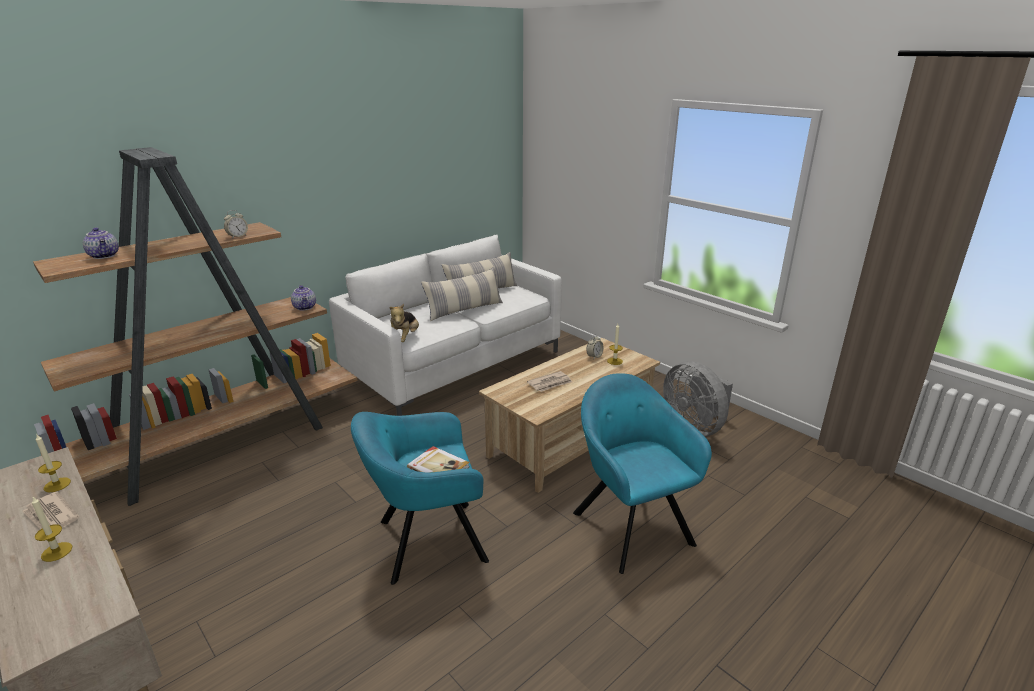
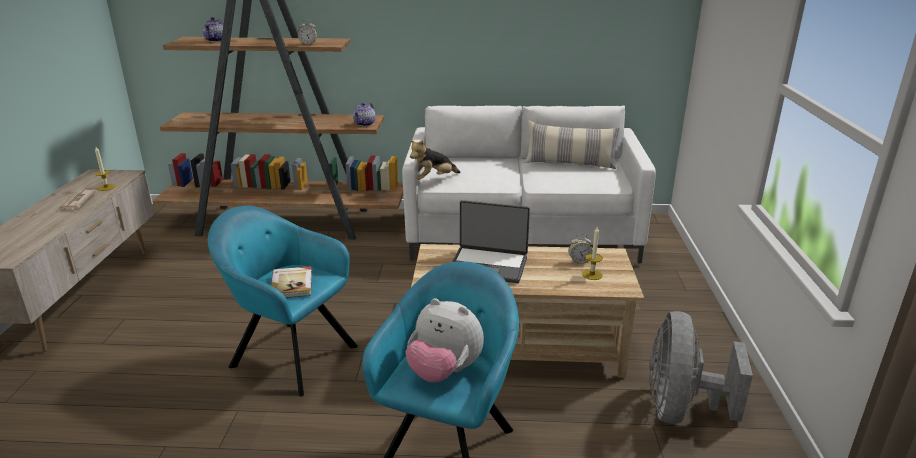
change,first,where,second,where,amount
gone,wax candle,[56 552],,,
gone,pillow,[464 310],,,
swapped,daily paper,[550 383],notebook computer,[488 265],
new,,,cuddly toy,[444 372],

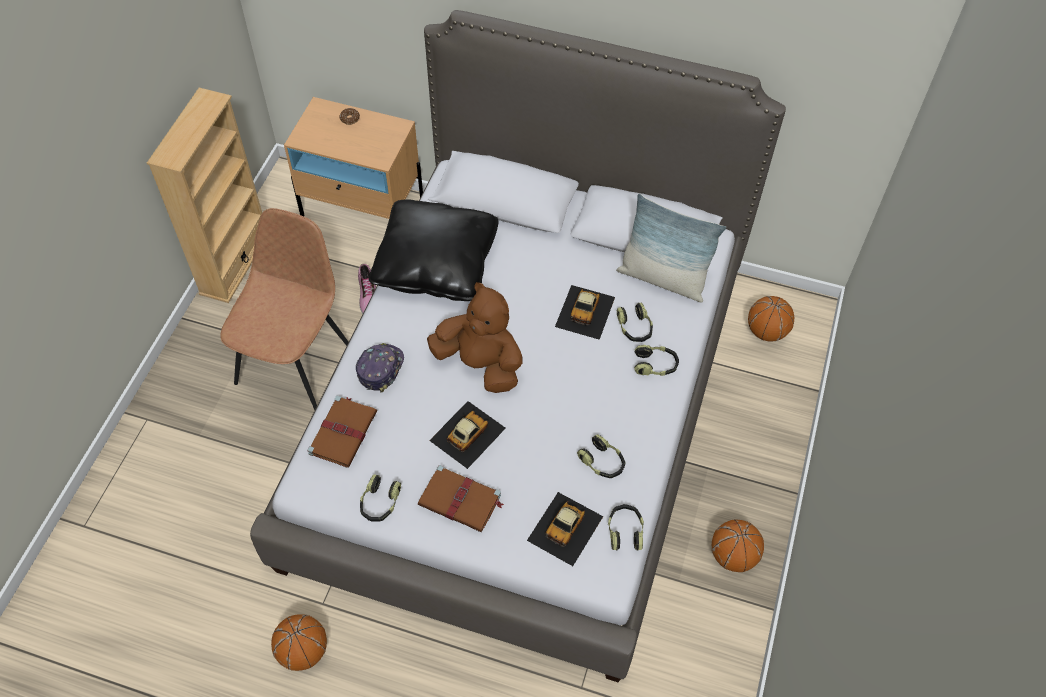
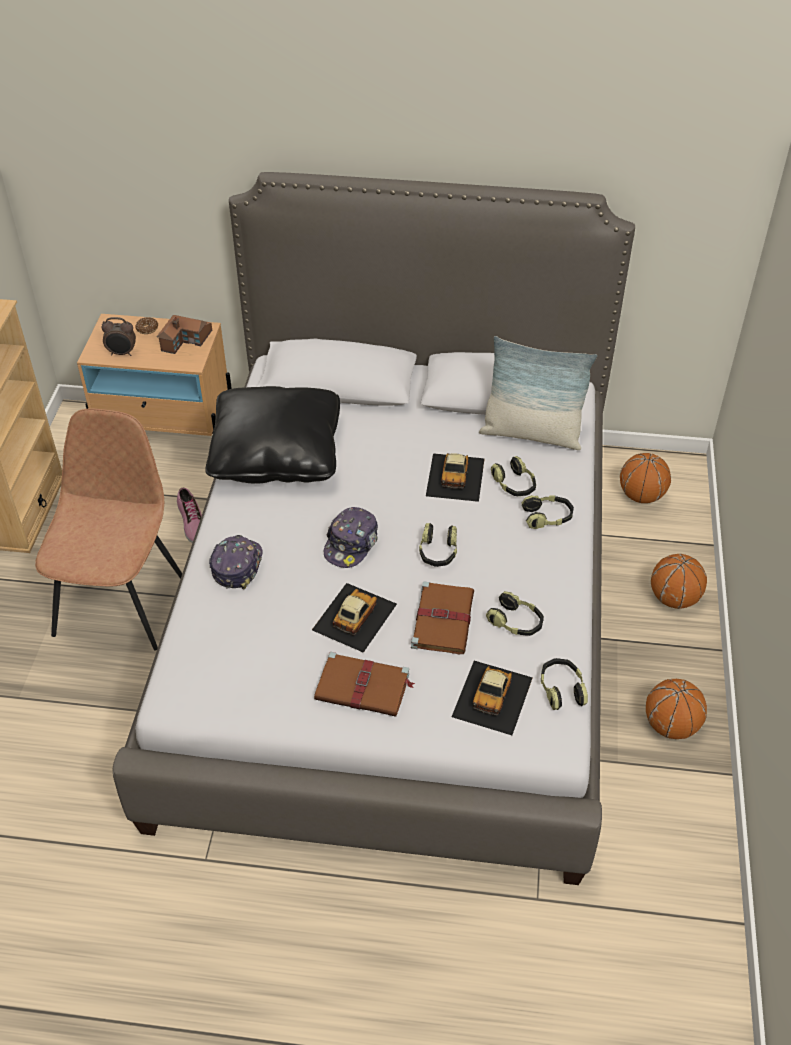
change,first,where,second,where,amount
shifted,ball for basketball,[303 651],,[674 598],
shifted,brownish volume,[343 432],,[443 619],
shifted,pair of headphones,[380 503],,[438 552],
swapped,brownish cuddly toy,[480 364],peaked cap,[351 544],
new,,,bedside clock,[122 353],
new,,,miniature house,[186 340],

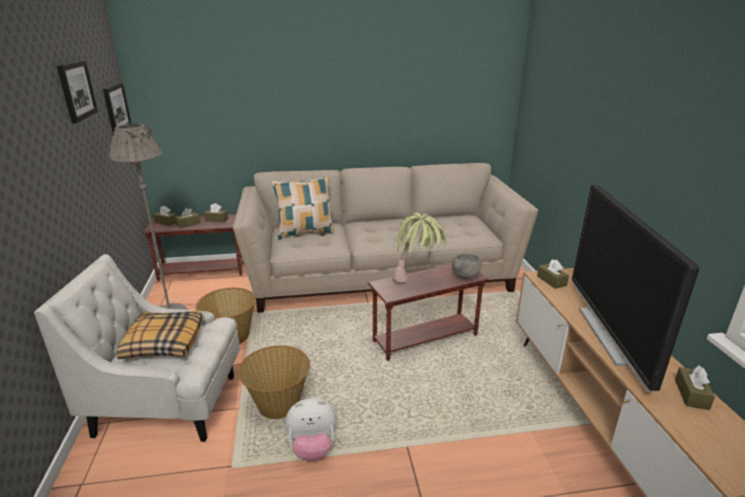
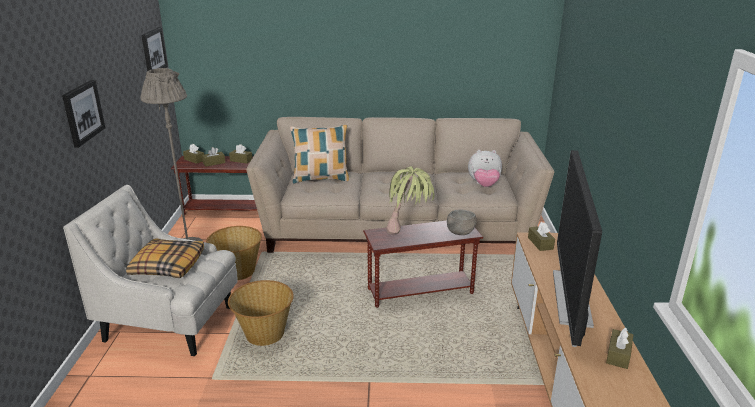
change,first,where,second,where,amount
shifted,picture,[76 90],,[83 112],
shifted,cuddly toy,[312 448],,[484 185],

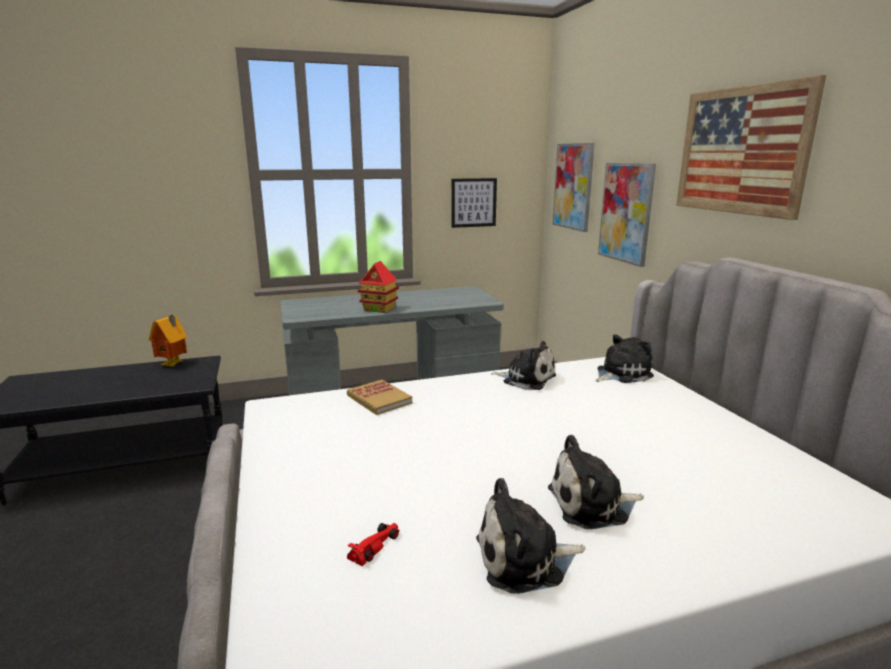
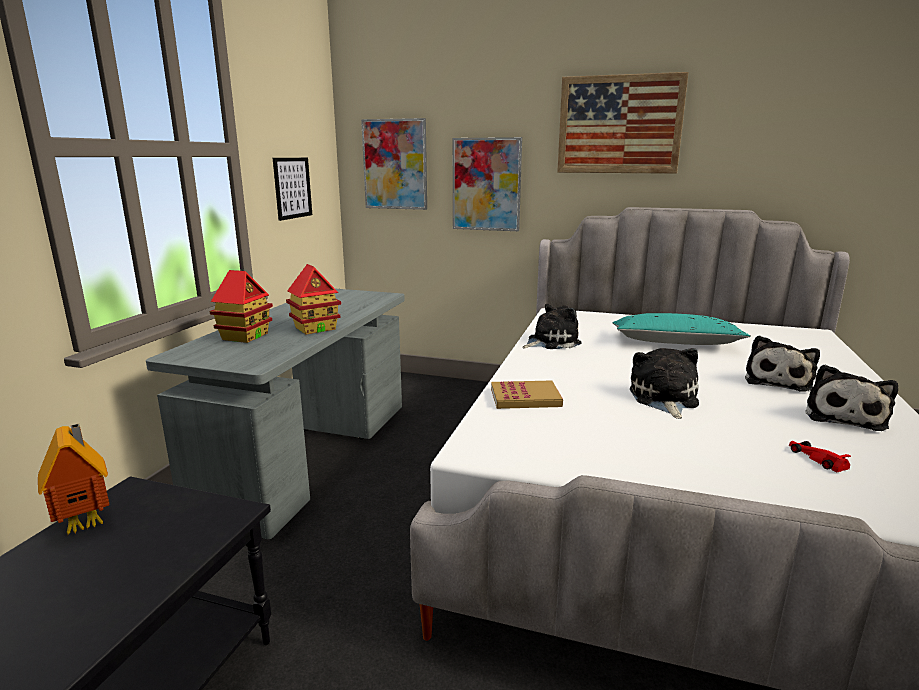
change,first,where,second,where,amount
shifted,cuddly toy,[621 374],,[663 399],
new,,,miniature house,[245 336],
new,,,turquoise-coloured pillow,[675 343],

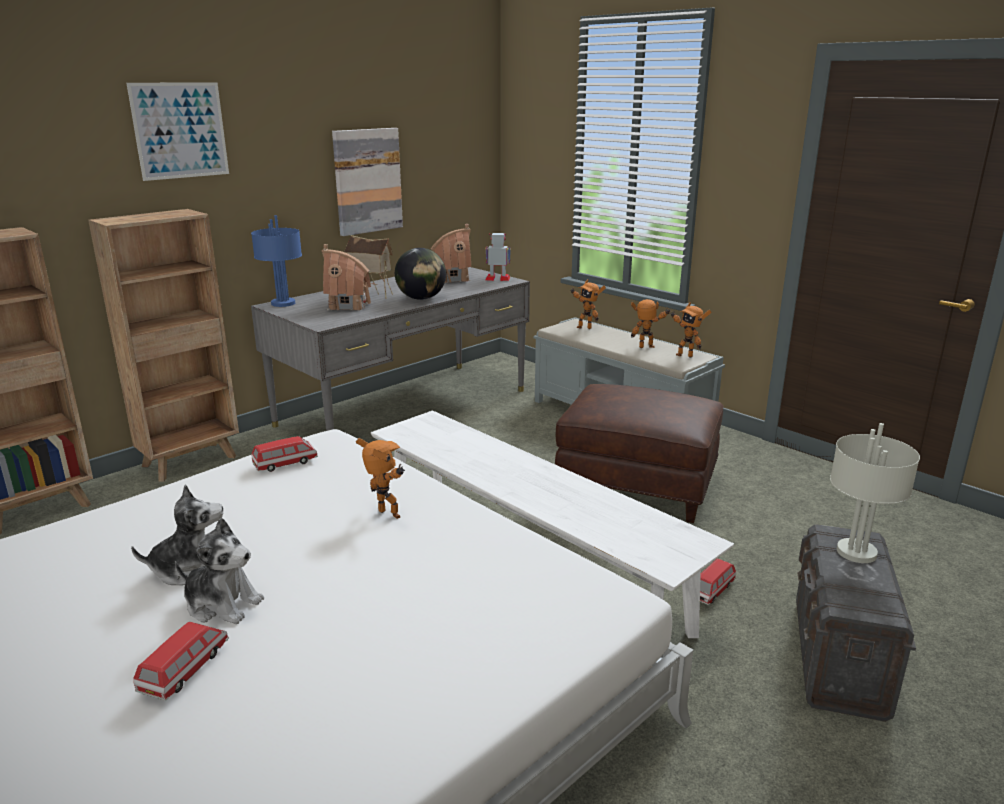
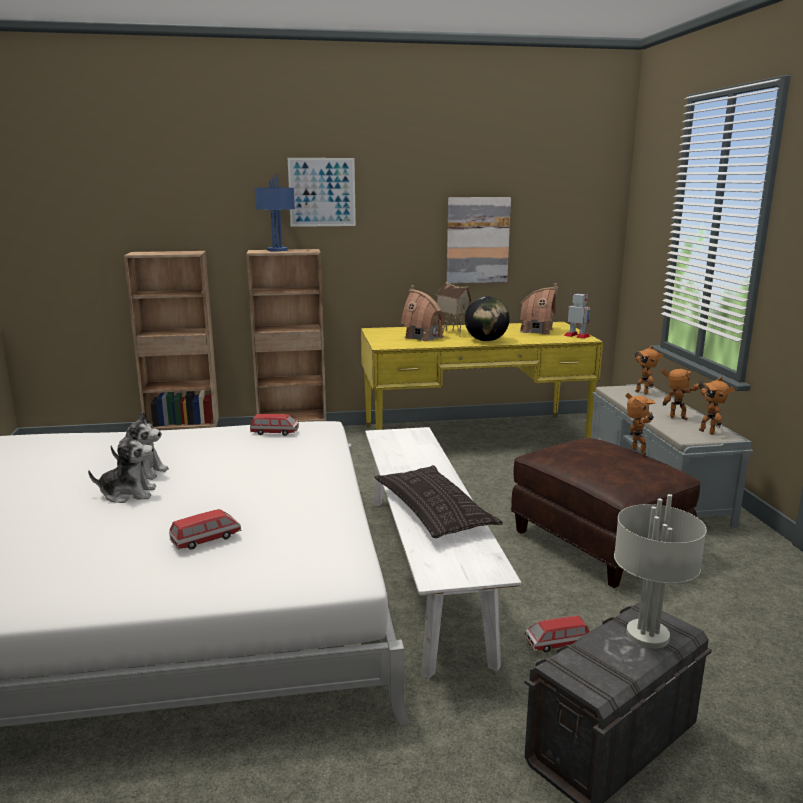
change,first,where,second,where,amount
shifted,miniature car,[185 670],,[206 539],
rotated,cuddly toy,[222 604],,[128 494],60 degrees counterclockwise
shifted,bluish table lamp,[283 303],,[277 250],
repainted,gray desk table,[404 407],yellowish desk table,[473 435],
shifted,robot figure,[386 516],,[636 452],
new,,,pillow,[433 510],

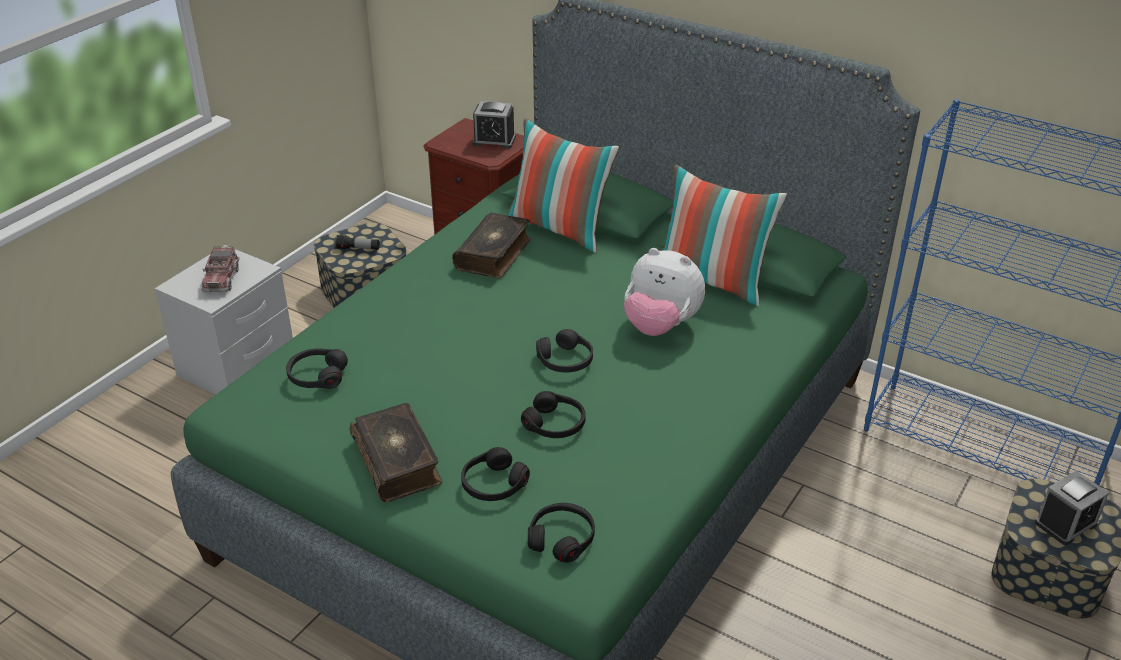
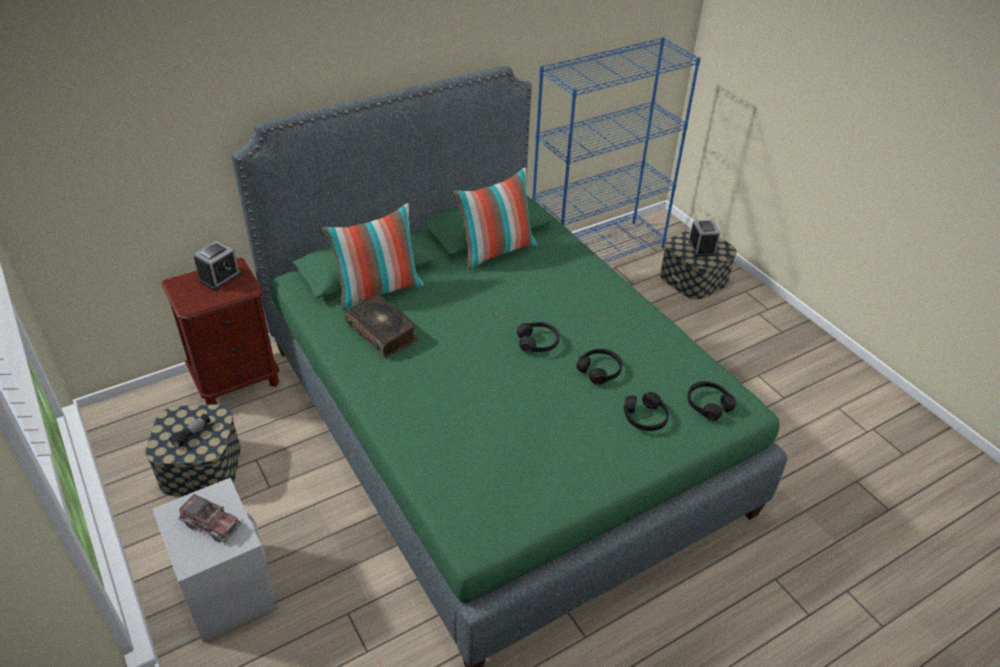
change,first,where,second,where,amount
gone,black pair of headphones,[317 376],,,
gone,volume,[398 462],,,
gone,cuddly toy,[660 326],,,

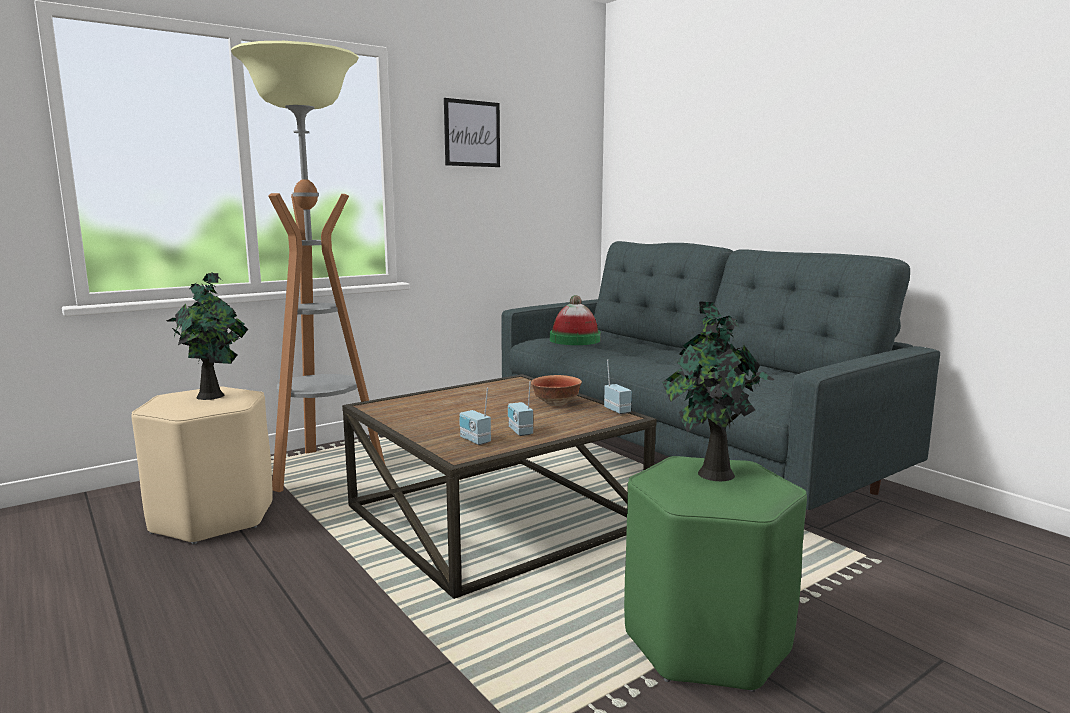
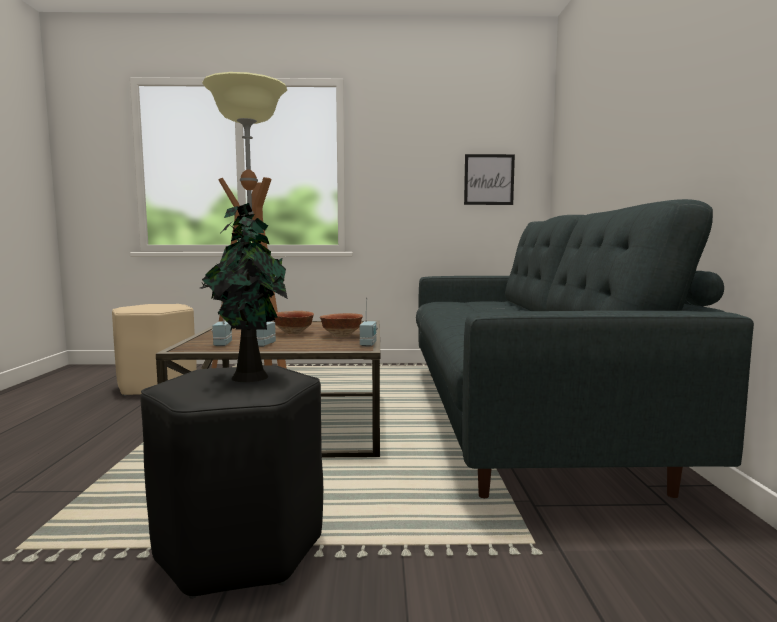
change,first,where,second,where,amount
gone,houseplant,[213 396],,,
shifted,picture,[472 133],,[489 179],
gone,hat,[575 340],,,
repainted,greenish stool seat,[707 642],black stool seat,[240 548],
new,,,deep dish,[294 333],

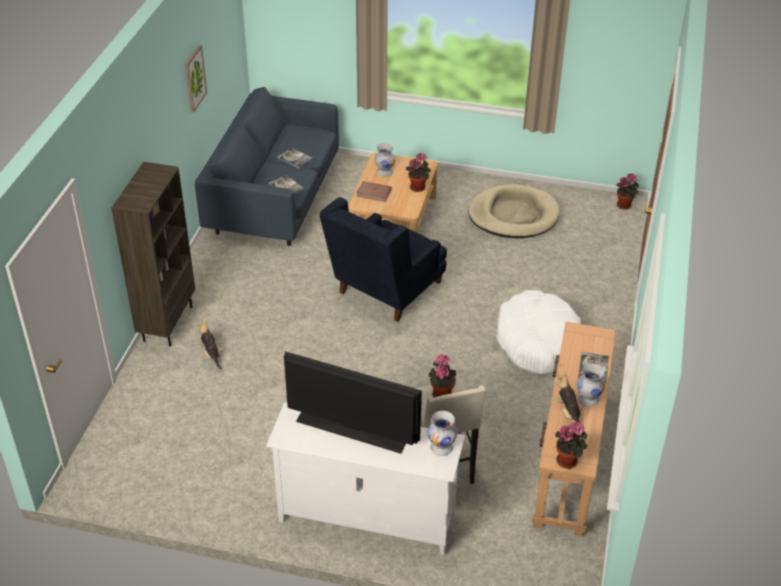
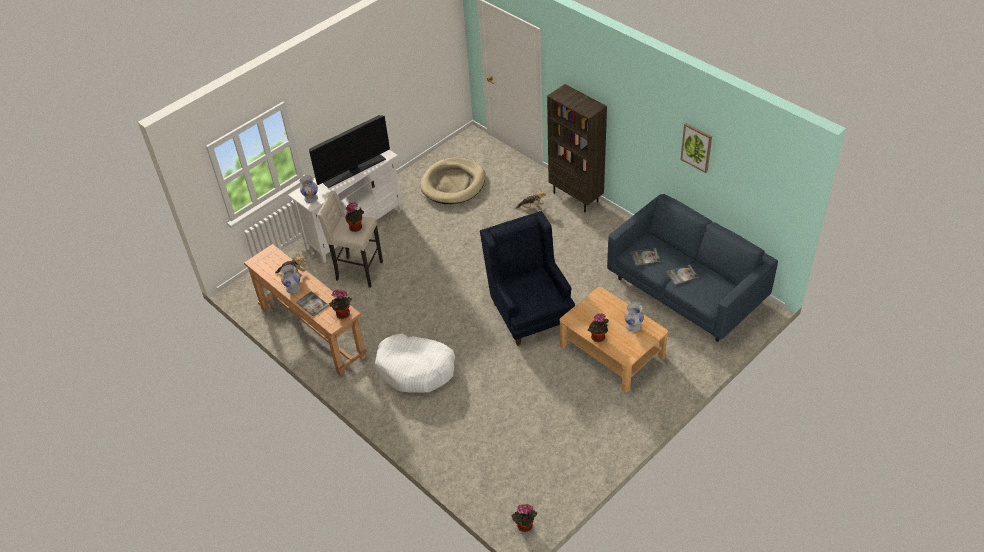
change,first,where,second,where,amount
gone,brownish volume,[374 193],,,
shifted,beige dog cushion,[513 215],,[453 183],
shifted,houseplant,[568 460],,[342 315],

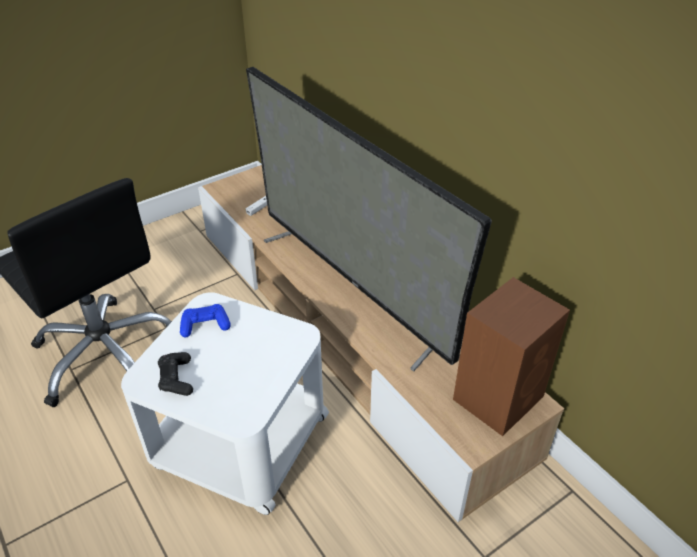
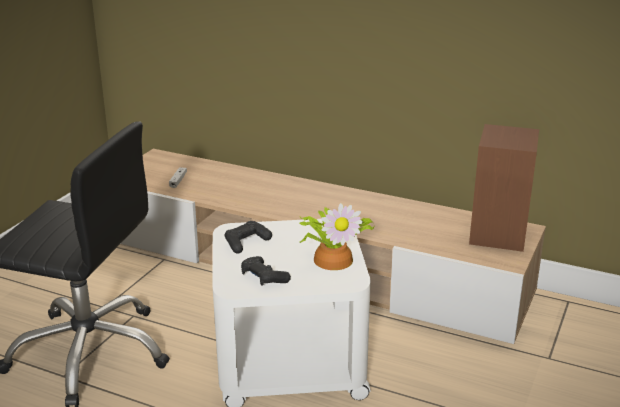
change,first,where,second,where,amount
repainted,bluish gamepad,[205 325],black gamepad,[246 243],
gone,television,[352 286],,,
new,,,houseplant,[334 258],

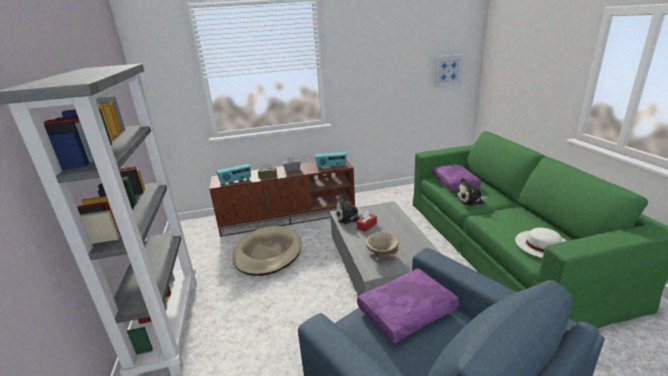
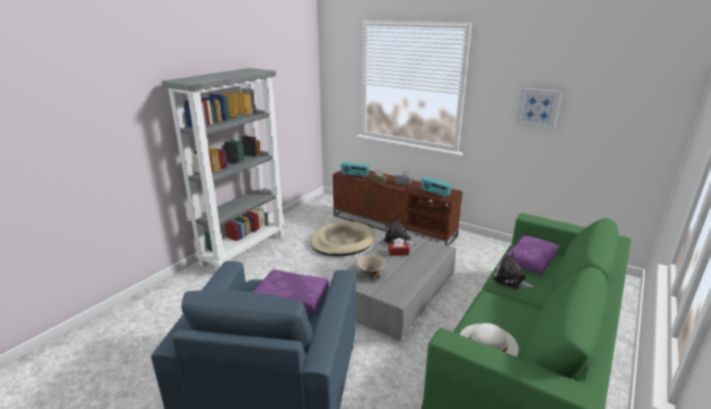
change,first,where,second,where,amount
shifted,picture,[448 70],,[538 107],

